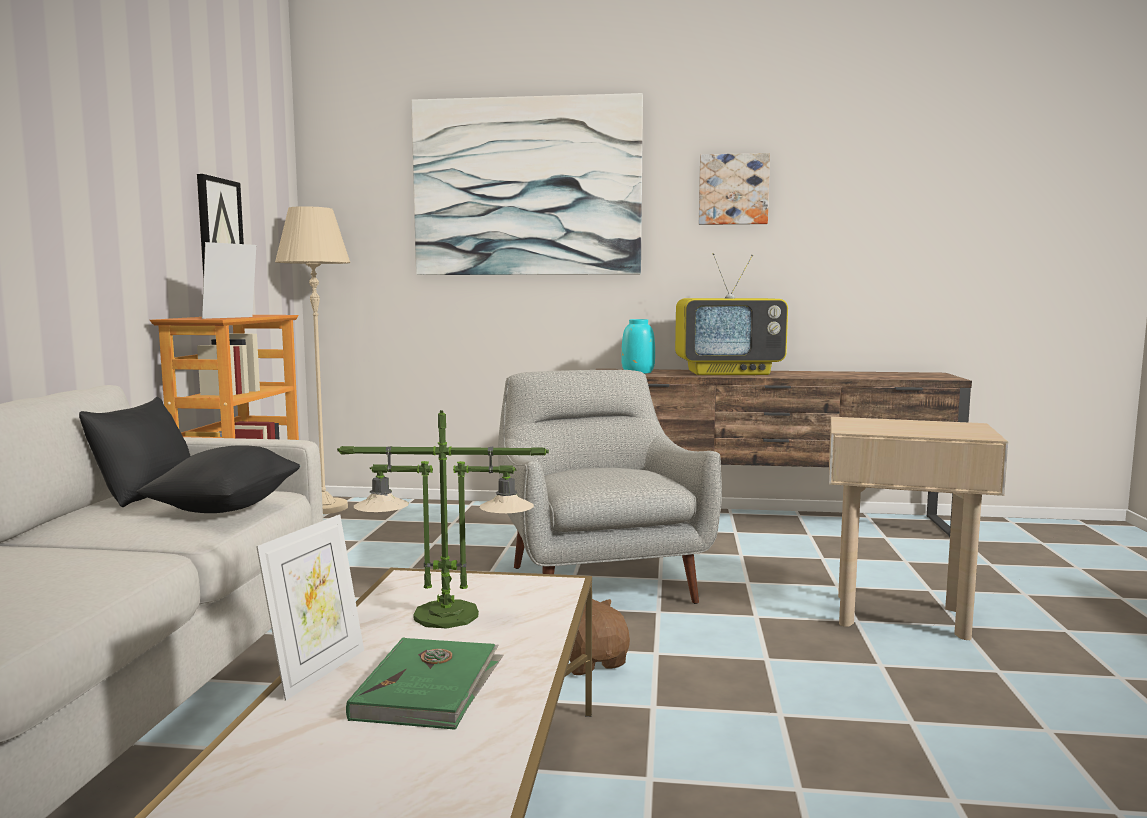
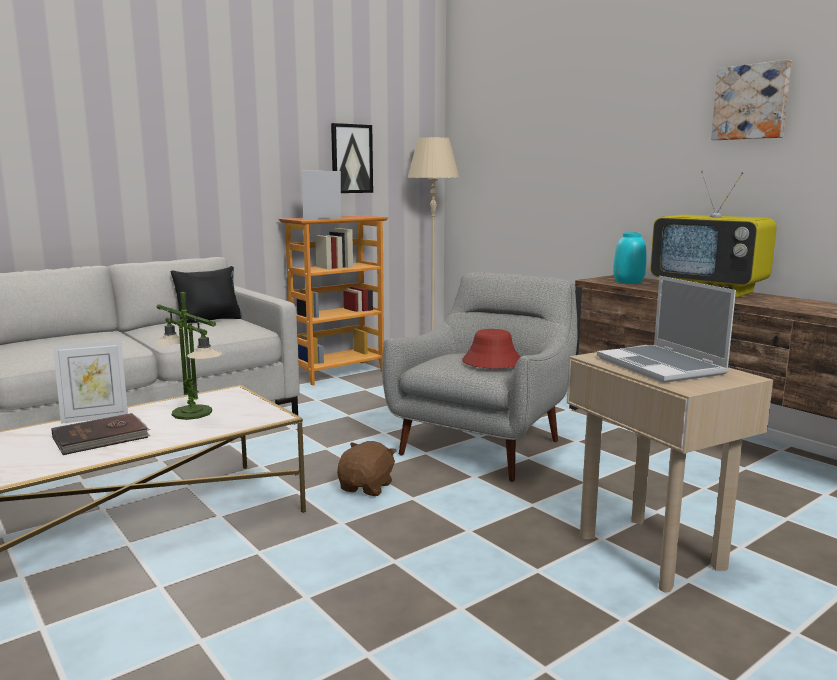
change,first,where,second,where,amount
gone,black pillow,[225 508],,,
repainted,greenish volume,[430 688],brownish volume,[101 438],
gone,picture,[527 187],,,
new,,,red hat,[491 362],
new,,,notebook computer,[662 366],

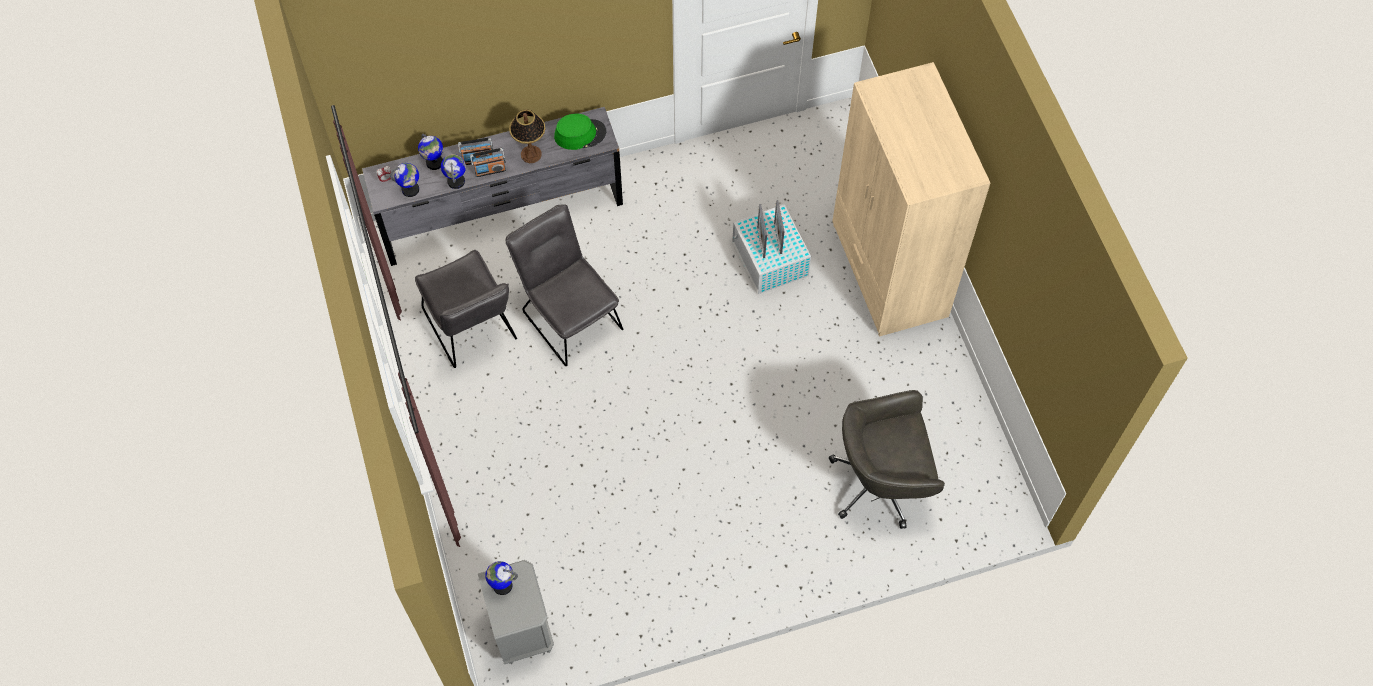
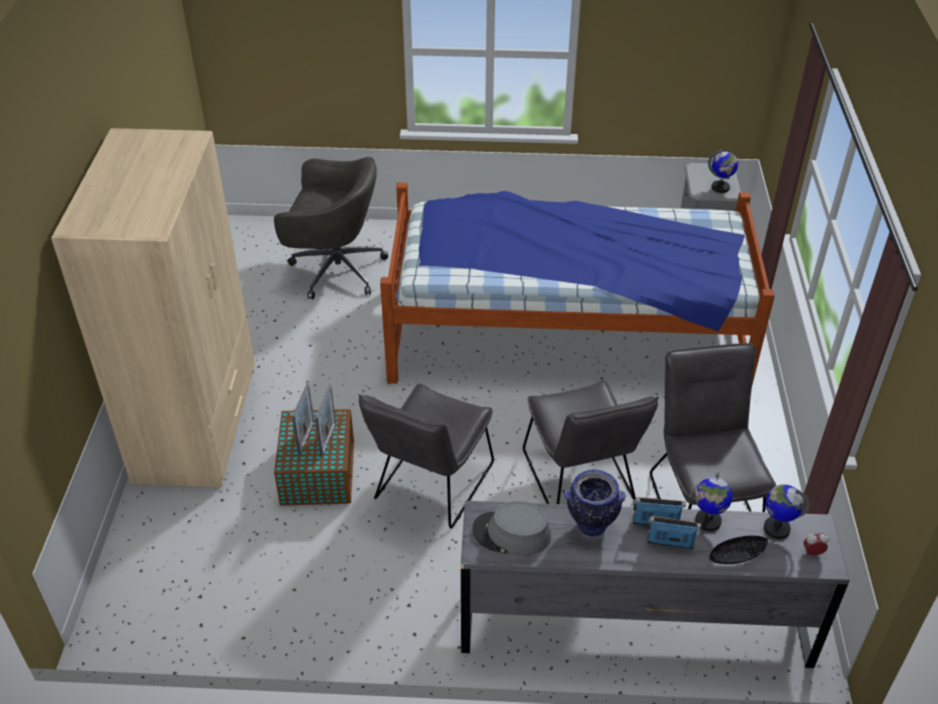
change,first,where,second,where,amount
swapped,globe,[434 163],black deep dish,[736 555],
swapped,table lamp,[531 154],decorative vase,[590 526],
repainted,greenish hat,[580 134],gray hat,[511 534],
repainted,white-coloured storage bin,[770 260],brownish storage bin,[318 472],
new,,,gray plain chair,[430 487],
new,,,sleeping bed,[565 333],

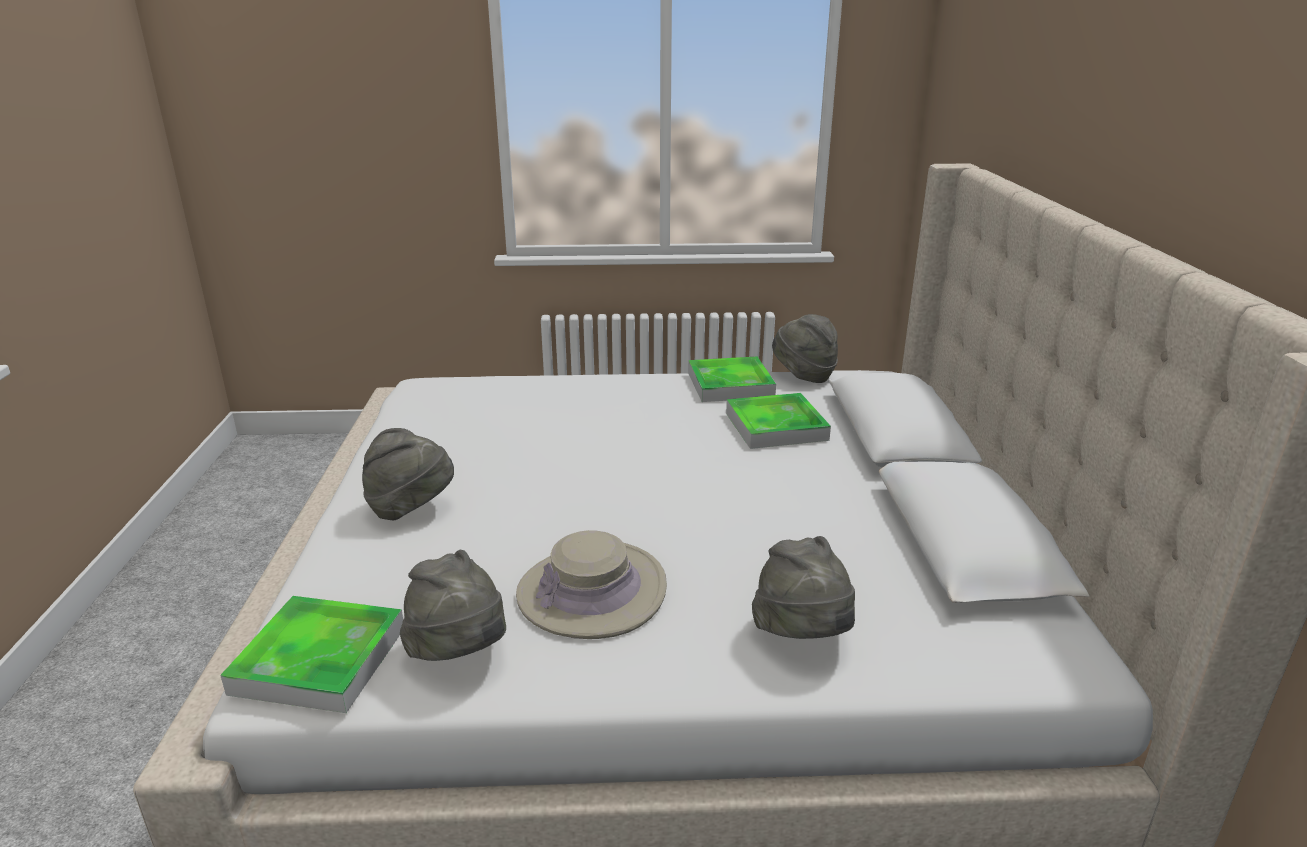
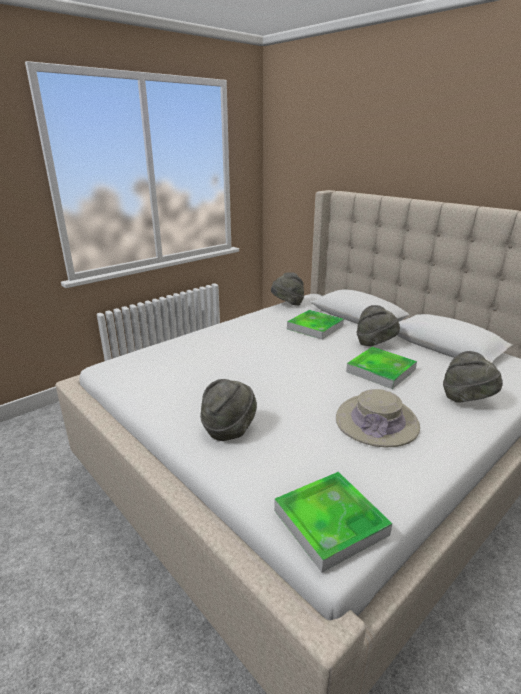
change,first,where,second,where,amount
shifted,gray hat,[460 654],,[375 344],
shifted,tray,[730 385],,[381 371],

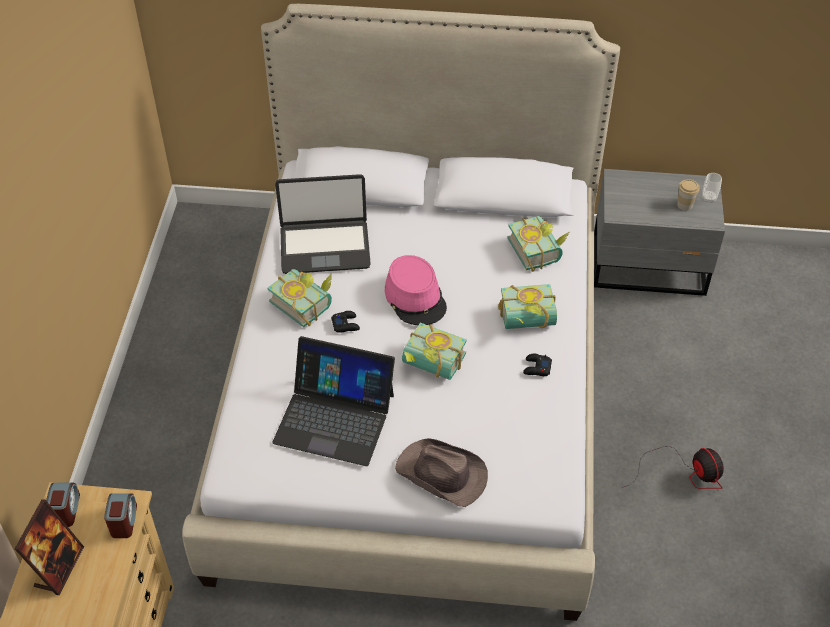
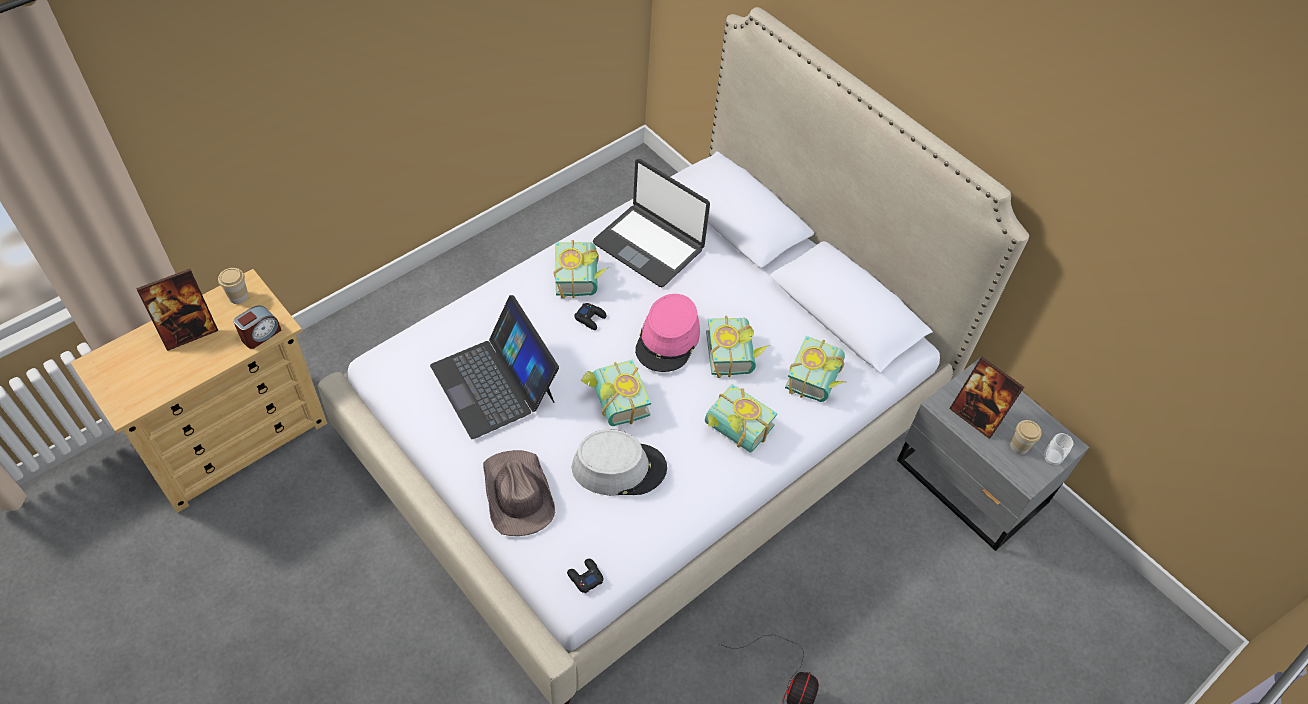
change,first,where,second,where,amount
swapped,bedside clock,[66 510],drinking cup,[238 296],
shifted,black gamepad,[536 368],,[585 577],
new,,,gray hat,[619 467],
new,,,volume,[735 355],
new,,,standing frame,[975 417],

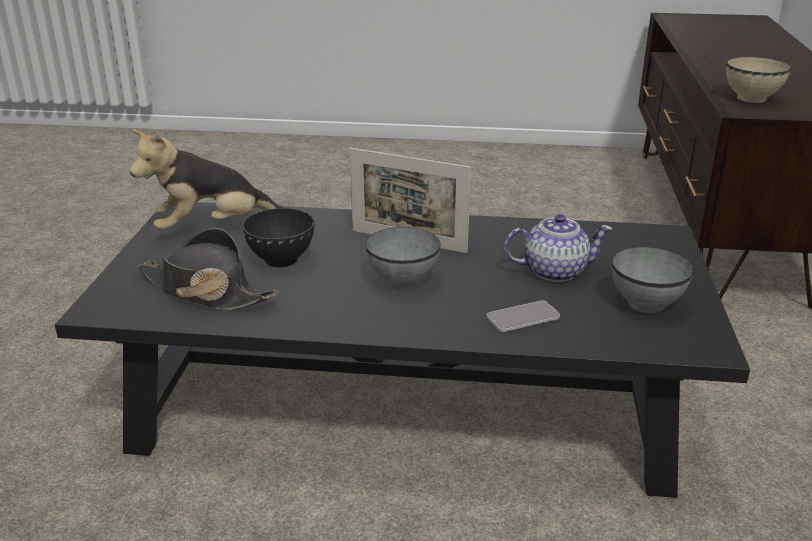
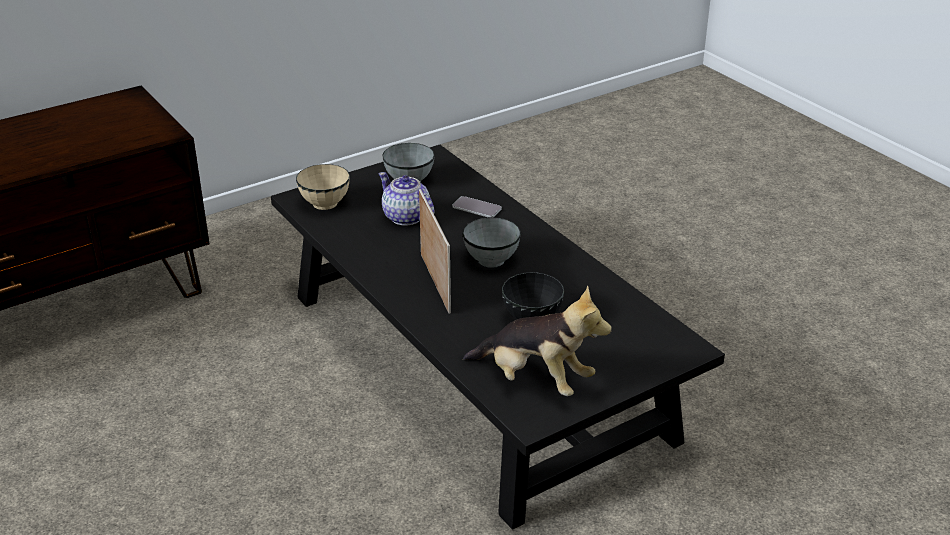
change,first,where,second,where,amount
gone,black hat,[206 291],,,
shifted,beige deep dish,[752 98],,[325 203],

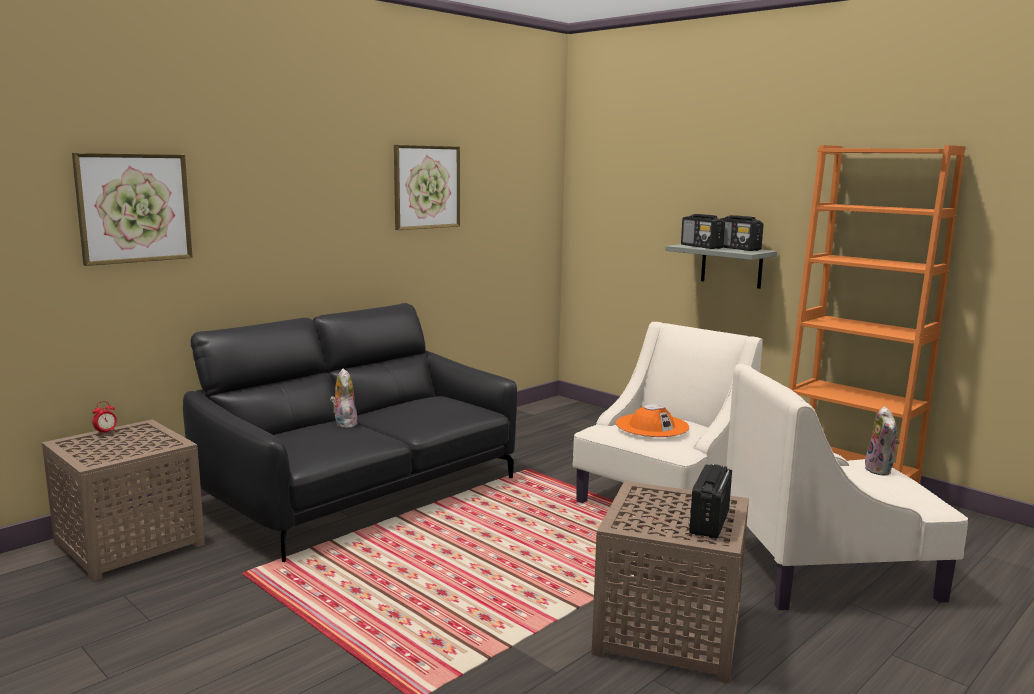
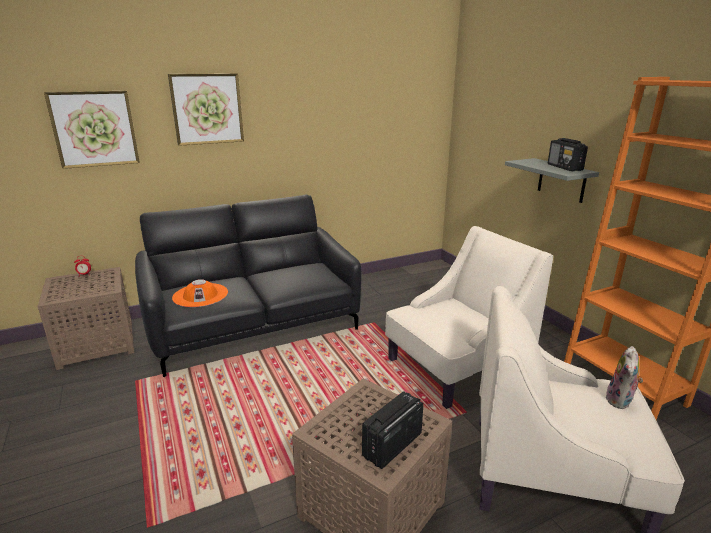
change,first,where,second,where,amount
gone,cuddly toy,[344 424],,,
shifted,picture,[426 187],,[207 109],
shifted,orange hat,[652 426],,[200 295],
gone,radio,[701 247],,,

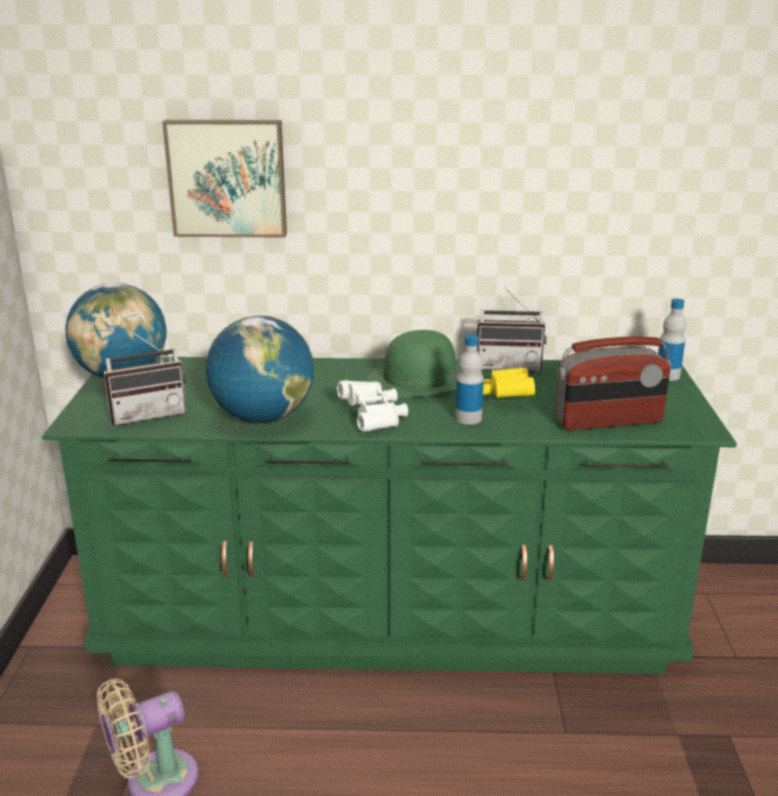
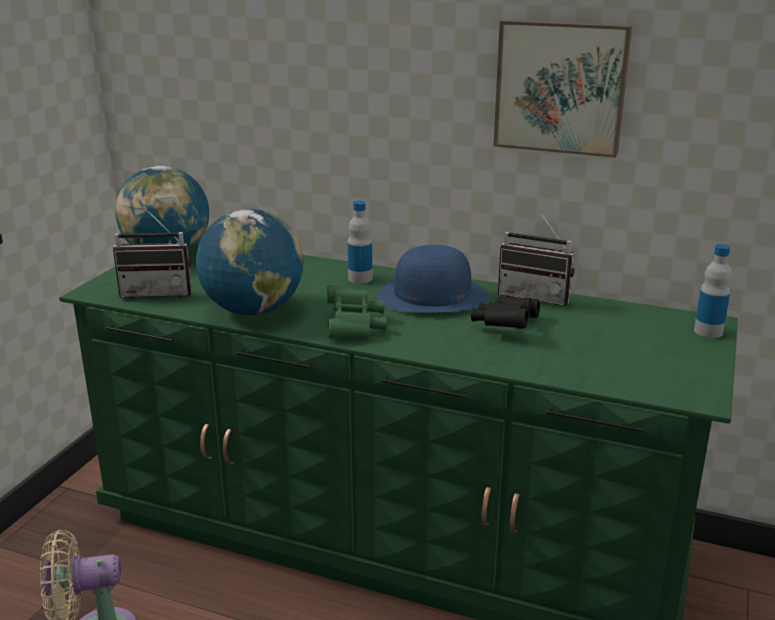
change,first,where,second,where,amount
shifted,picture,[227 178],,[561 87],
repainted,white-coloured pair of binoculars,[374 418],greenish pair of binoculars,[354 327],
repainted,greenish hat,[419 379],bluish hat,[432 296],
shifted,beverage bottle,[468 418],,[360 278],
repainted,yellowish pair of binoculars,[505 397],black pair of binoculars,[505 326],
gone,radio,[608 421],,,

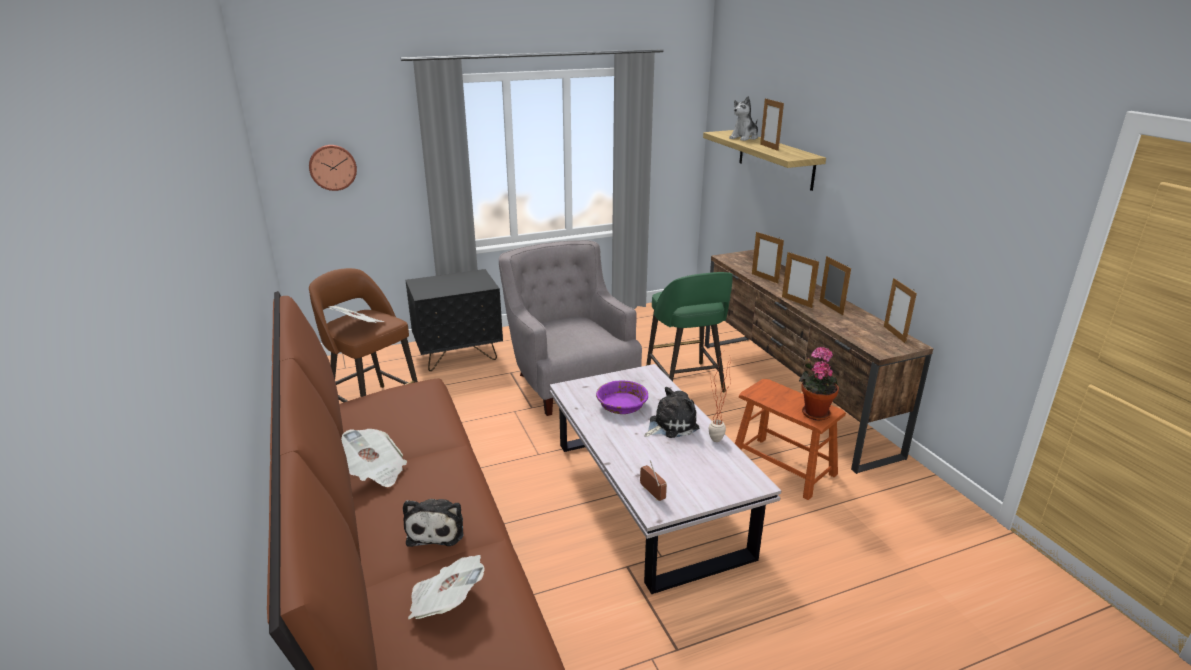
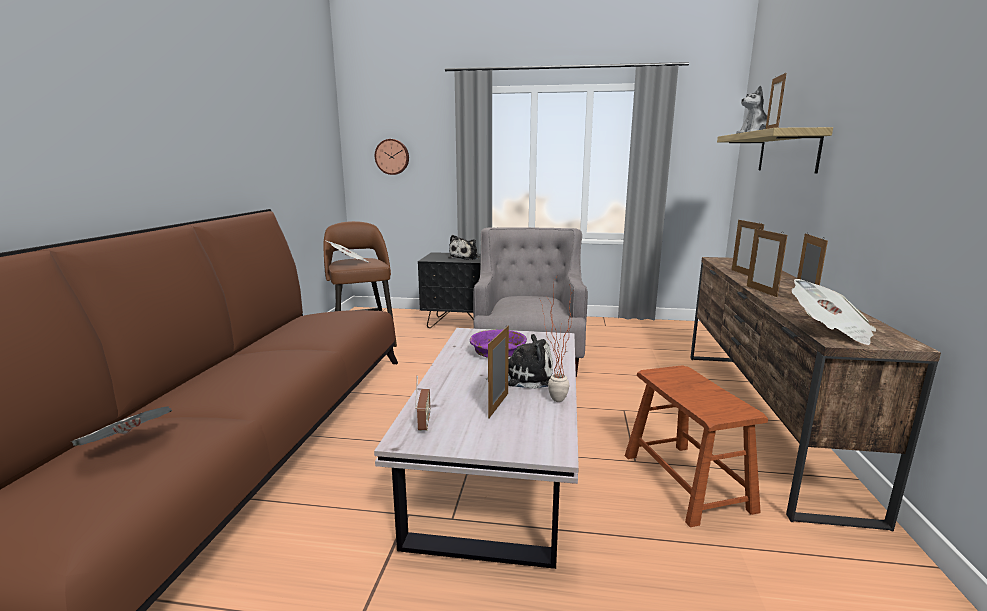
change,first,where,second,where,amount
shifted,daily paper,[374 471],,[830 331],
shifted,cuddly toy,[437 529],,[465 258],
gone,greenish stool seat,[685 382],,,
gone,houseplant,[814 412],,,
shifted,standing frame,[894 334],,[498 405],

